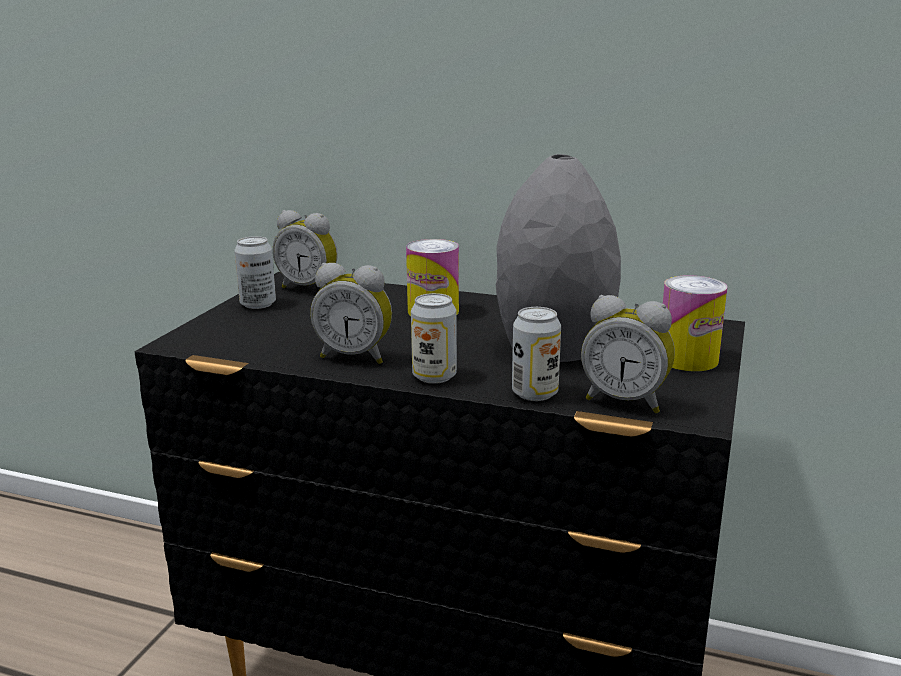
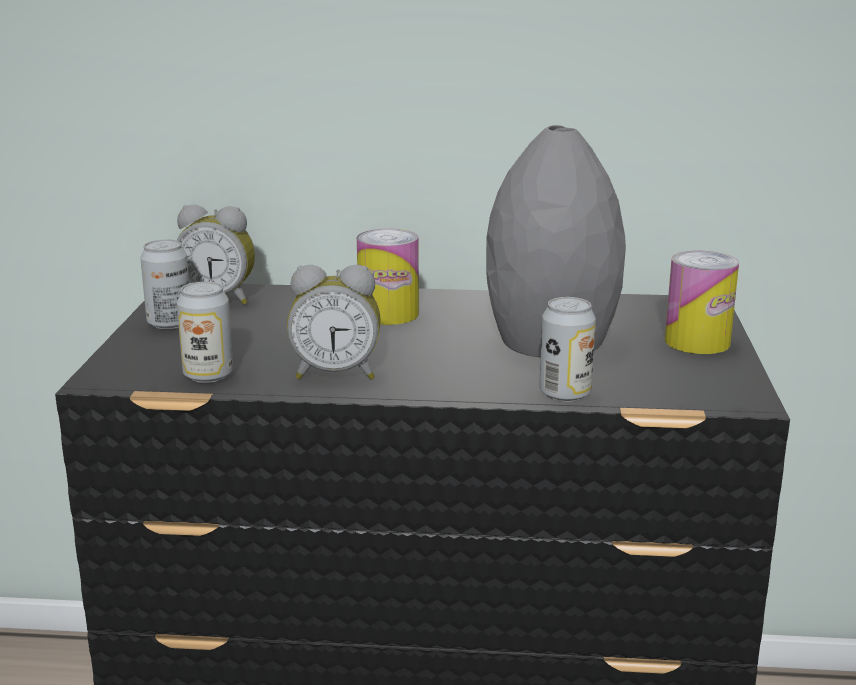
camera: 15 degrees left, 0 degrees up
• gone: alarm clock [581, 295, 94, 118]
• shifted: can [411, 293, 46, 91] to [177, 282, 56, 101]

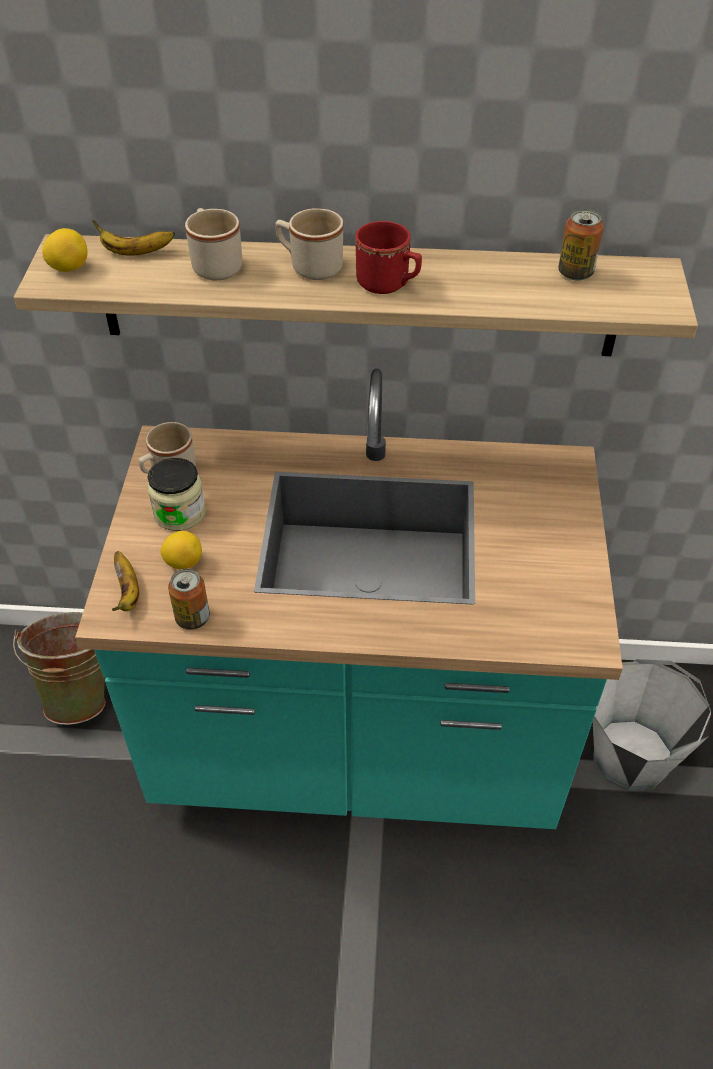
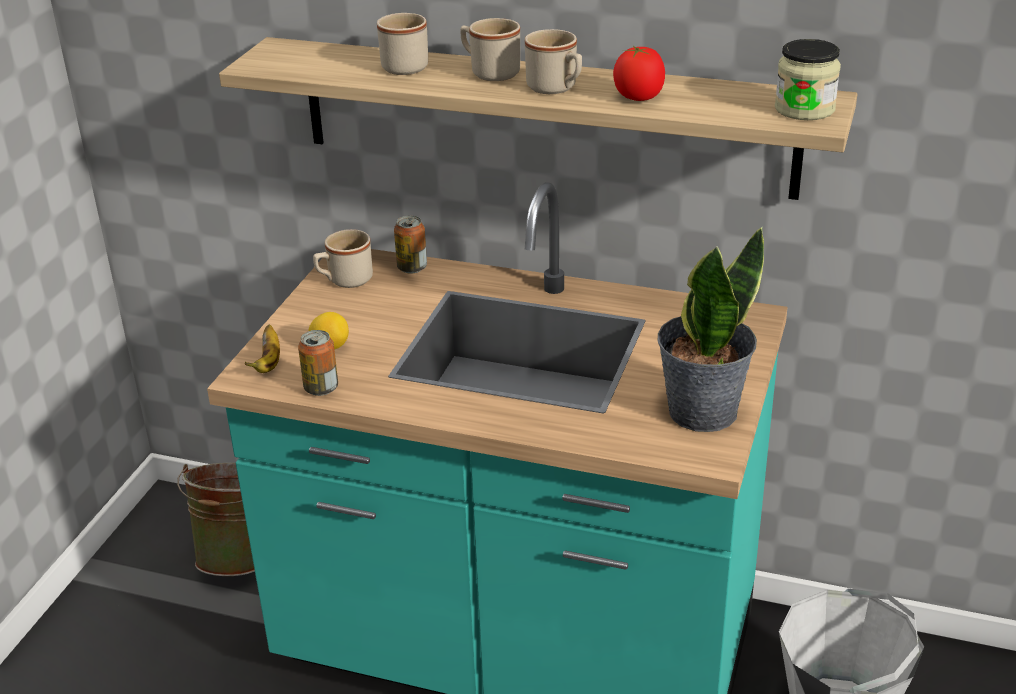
camera: 15 degrees right, 15 degrees down
• gone: lemon [42, 228, 46, 44]
• gone: banana [92, 220, 83, 36]
• new: tomato [613, 46, 52, 55]
• new: potted plant [657, 226, 107, 206]
• shifted: jar [147, 458, 59, 73] to [775, 39, 66, 81]
• shifted: can [558, 209, 45, 71] to [394, 216, 33, 57]
• repainted: red mug [355, 221, 67, 73] to beige mug [525, 29, 57, 65]

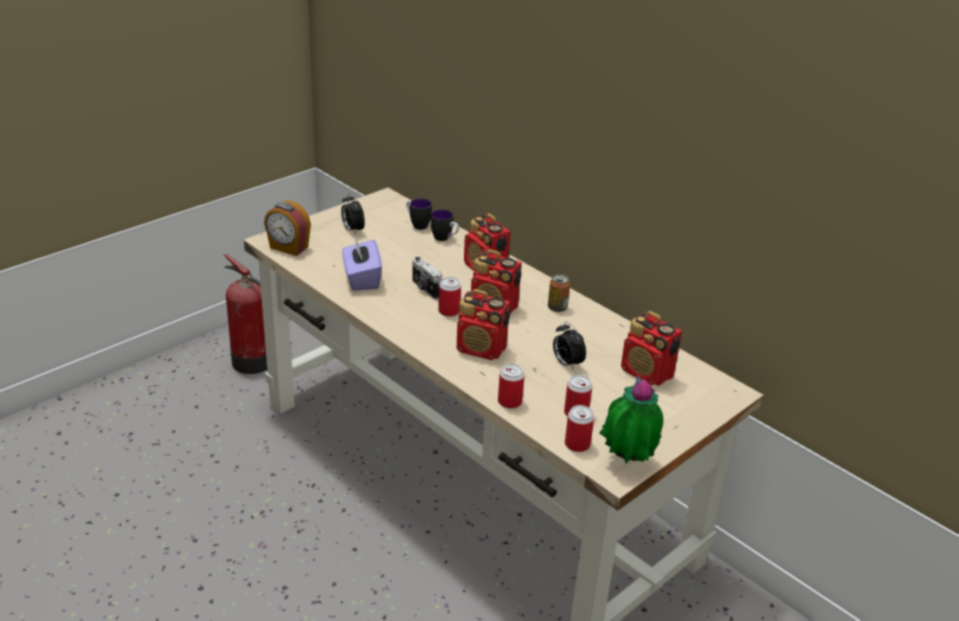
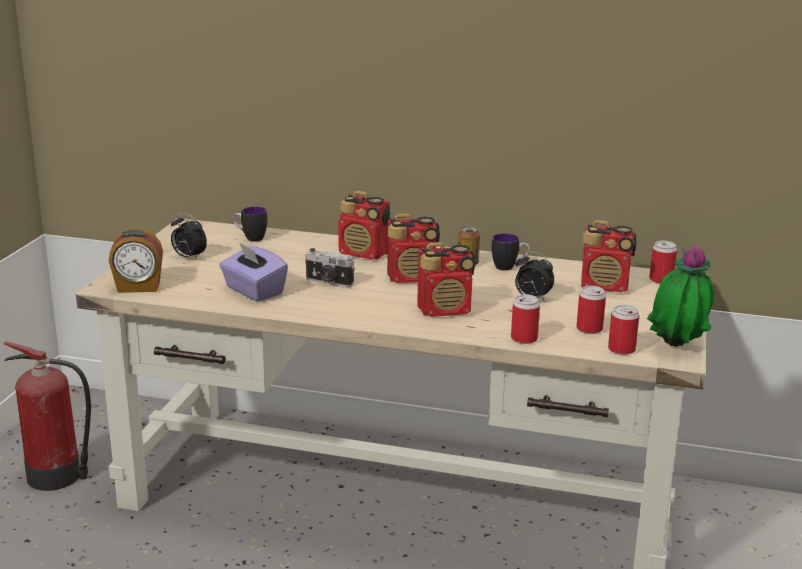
camera: 30 degrees left, 10 degrees down
• shifted: mug [431, 209, 28, 32] to [492, 233, 38, 38]
• shifted: can [438, 277, 23, 40] to [649, 241, 28, 43]

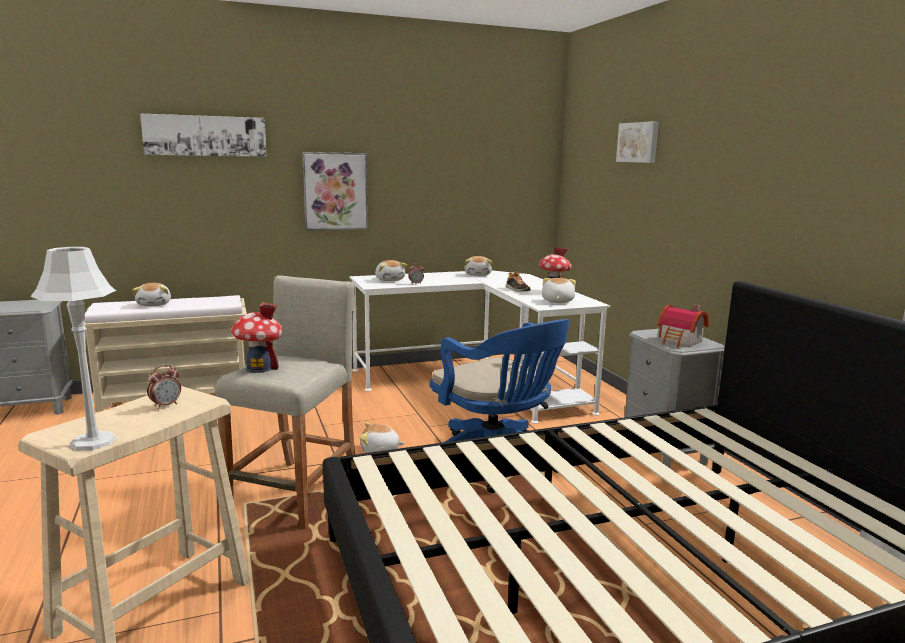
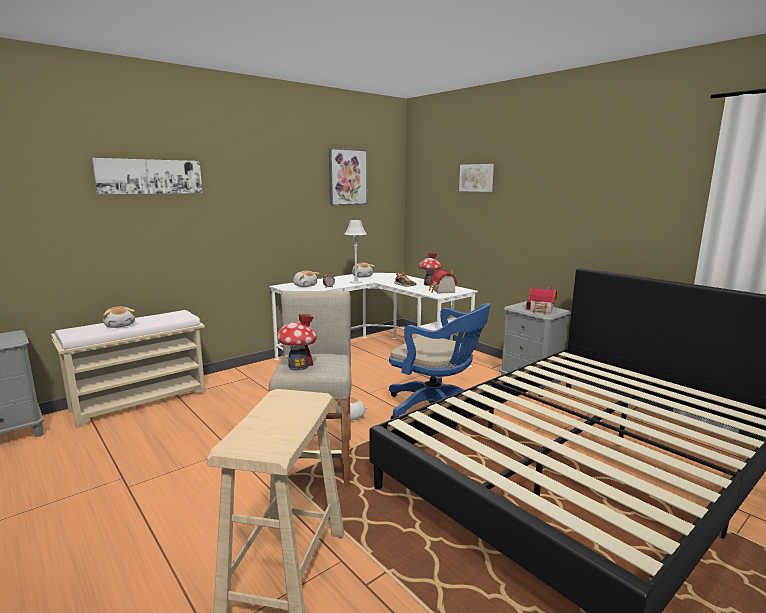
camera: 20 degrees left, 0 degrees up
• gone: alarm clock [147, 365, 34, 44]
• shifted: grey table lamp [31, 247, 85, 203] to [345, 220, 21, 64]
• shifted: picture [302, 152, 66, 79] to [329, 148, 38, 58]
• swapped: plush toy [542, 278, 34, 25] to toy house [429, 269, 29, 24]

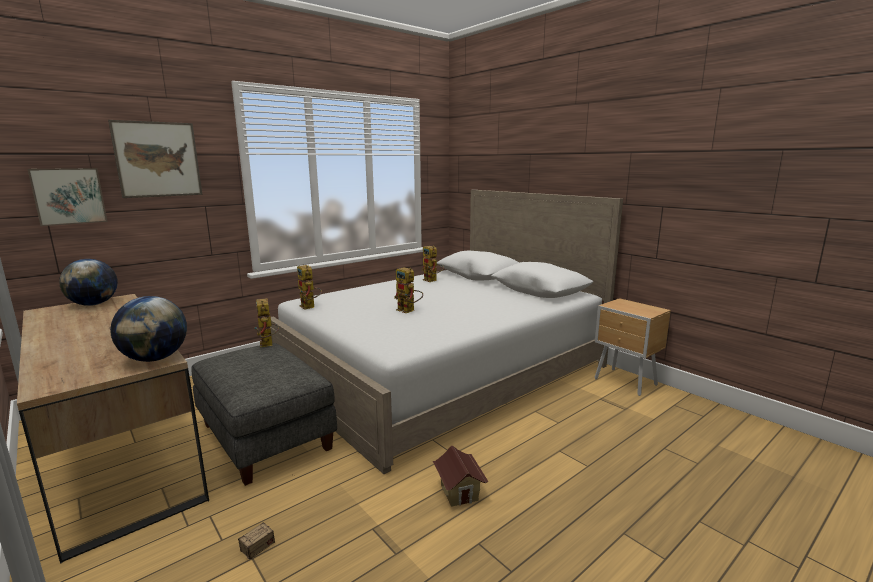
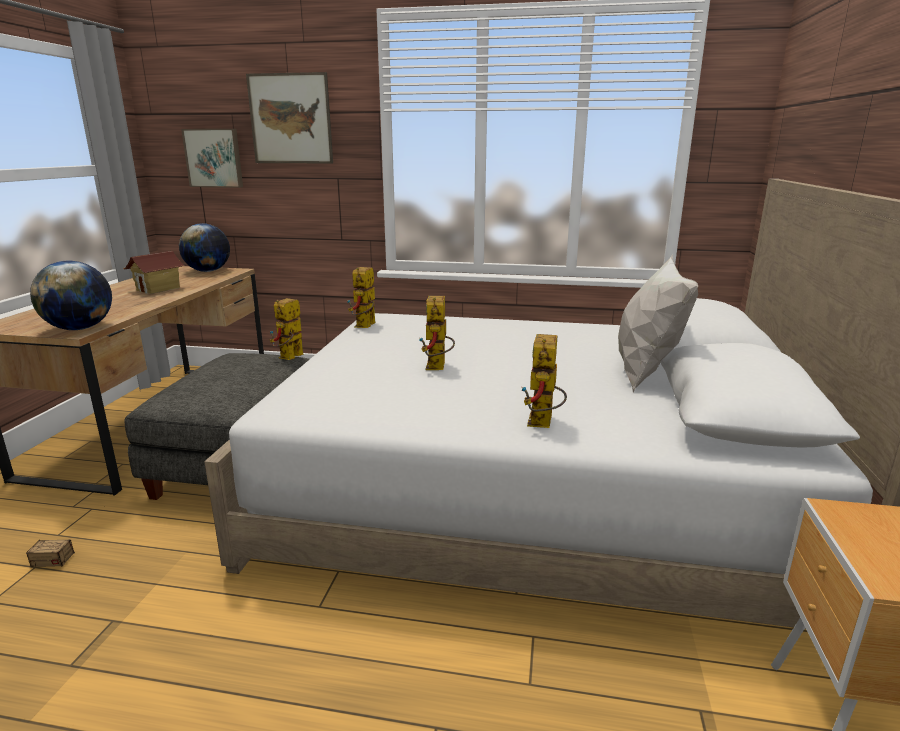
camera: 50 degrees right, 5 degrees up
• new: white pillow [618, 253, 80, 139]
• shifted: toy robot [422, 246, 22, 36] to [522, 334, 45, 94]
• shifted: toy house [433, 446, 56, 61] to [123, 251, 63, 43]

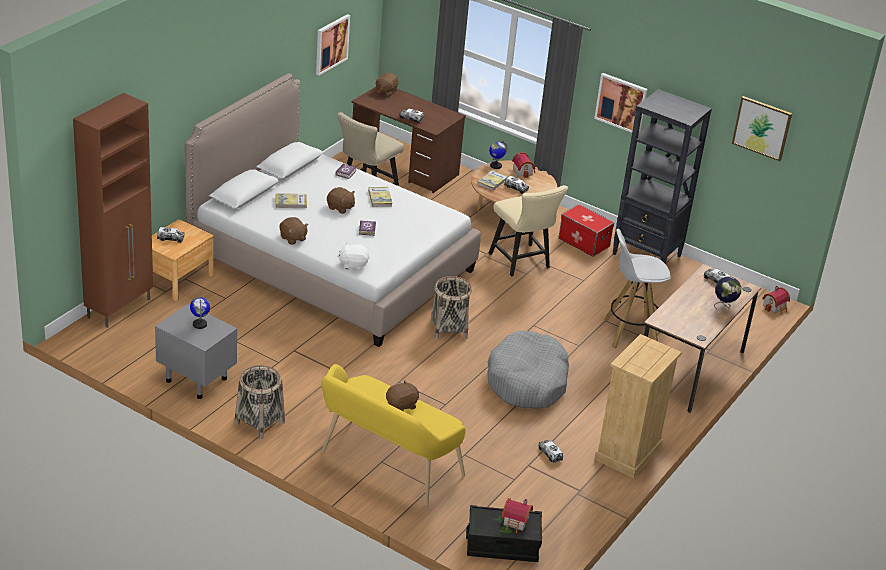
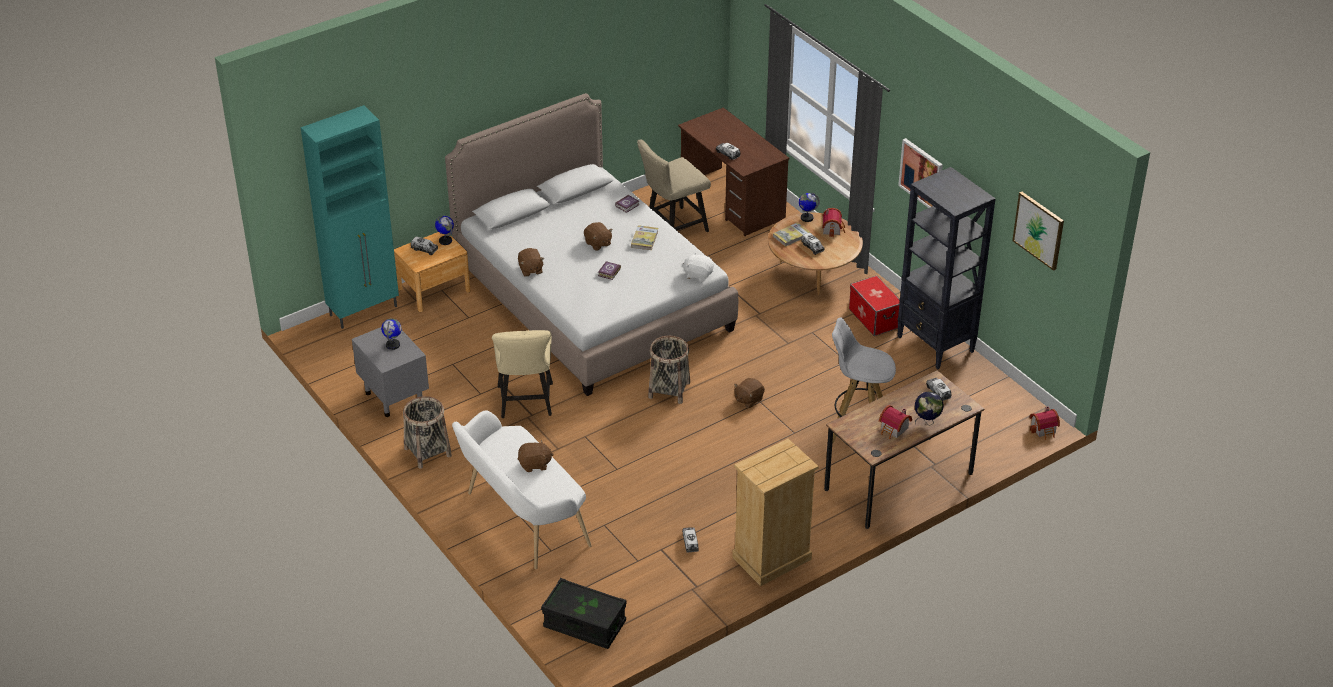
camera: 25 degrees right, 5 degrees up
• gone: book [276, 193, 31, 15]
• gone: picture [316, 14, 34, 62]
• gone: grey dog bed [487, 331, 82, 78]
• new: globe [435, 216, 19, 29]
• shifted: white plush toy [337, 243, 32, 27] to [682, 253, 32, 29]
• shifted: brown plush toy [375, 73, 24, 23] to [734, 378, 31, 30]
• shifted: beige chair [488, 185, 80, 91] to [492, 330, 61, 88]
• shifted: toy house [501, 498, 32, 35] to [879, 405, 33, 34]
• repainted: brown cabinet [73, 93, 80, 235] to turquoise cabinet [301, 105, 98, 224]
• repainted: yellow bench [321, 364, 145, 142] to white bench [452, 410, 140, 159]

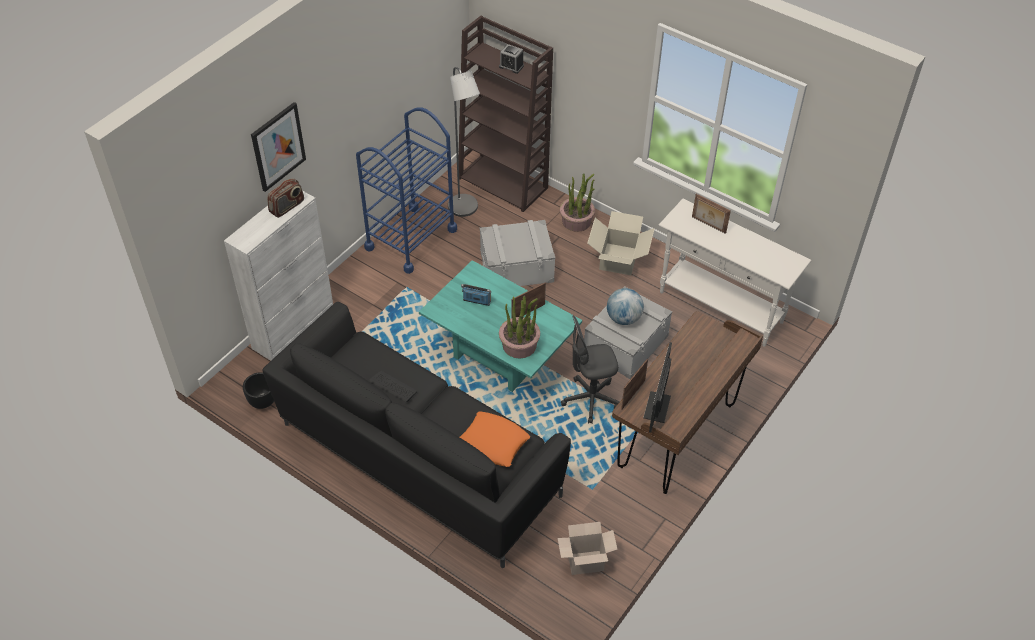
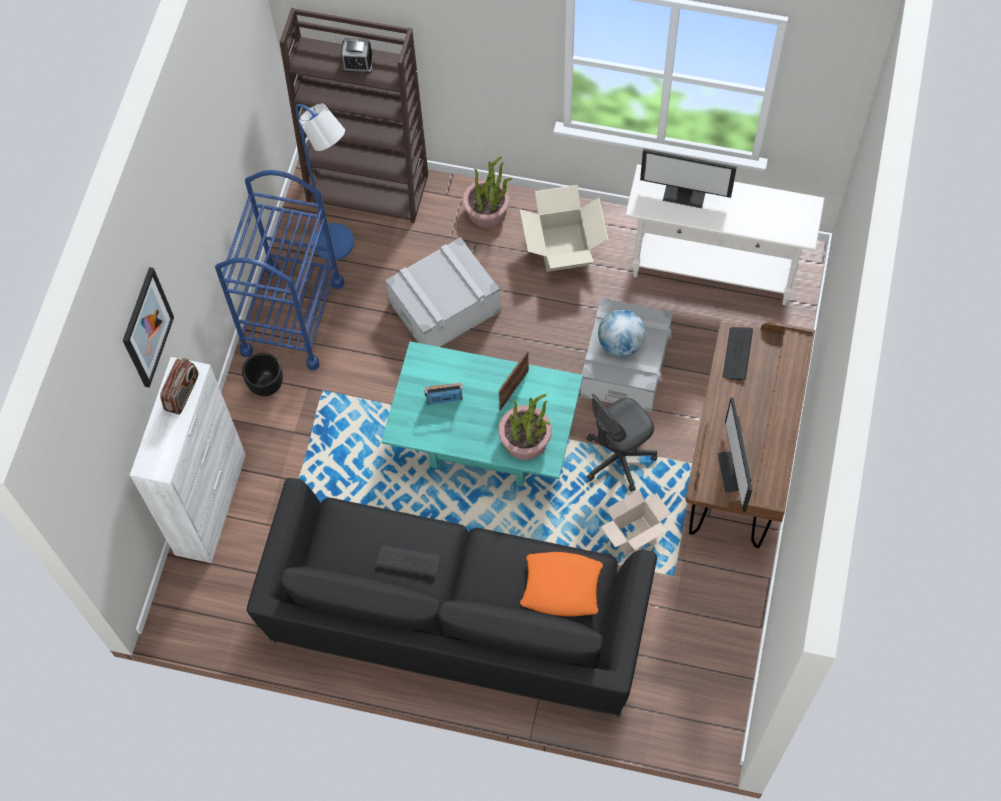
camera: 20 degrees left, 15 degrees up
• new: keyboard [722, 327, 31, 54]
• shifted: black planter [243, 372, 31, 37] to [242, 353, 41, 43]
• shifted: cardboard box [557, 522, 61, 53] to [601, 490, 70, 65]
• swapped: picture frame [692, 194, 39, 40] to monitor [640, 149, 97, 59]
• repainted: grey floor lamp [448, 67, 32, 150] to blue floor lamp [295, 104, 59, 156]

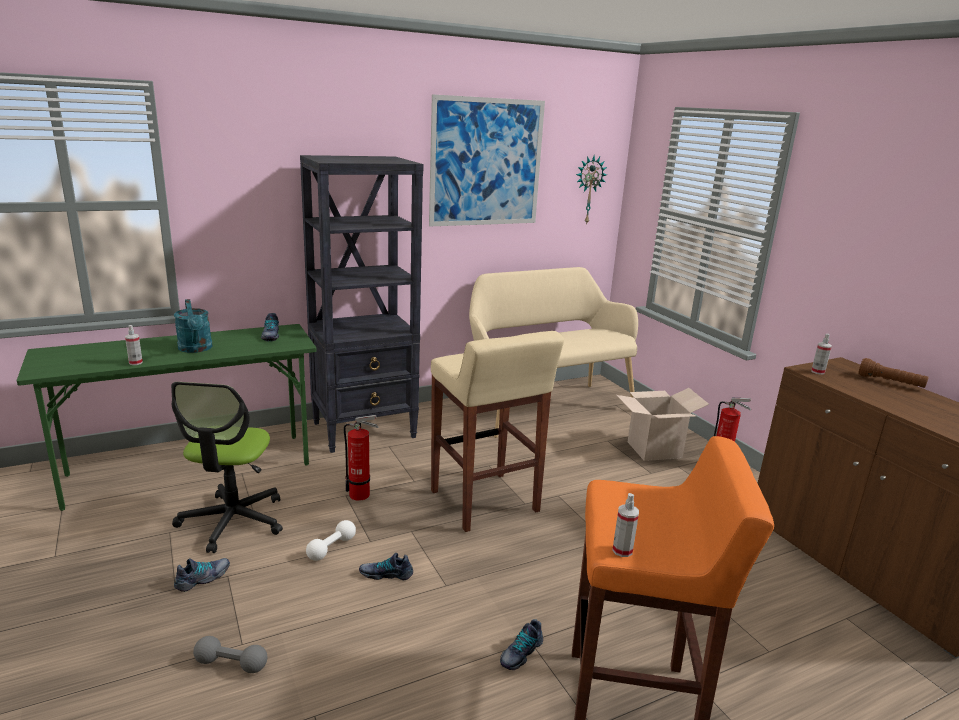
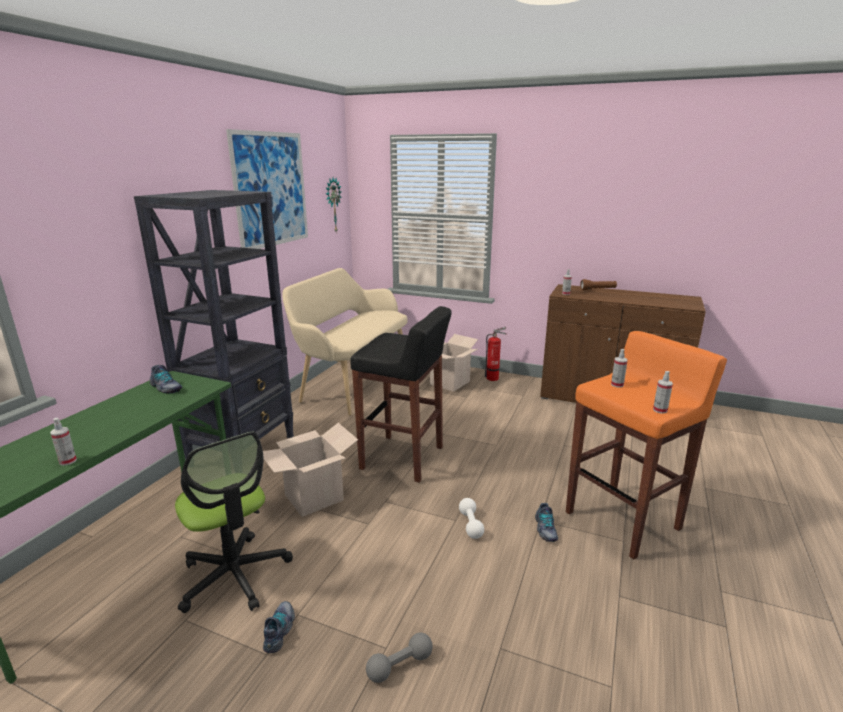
camera: 40 degrees left, 0 degrees up
• gone: turquoise watering can [174, 299, 39, 54]
• gone: shoe [359, 553, 54, 27]
• new: spray bottle [611, 349, 17, 39]
• shifted: white dumbbell [306, 520, 50, 41] to [459, 498, 25, 41]
• swapped: fire extinguisher [344, 415, 35, 86] to cardboard box [263, 423, 95, 94]
• repainted: beige stool [431, 331, 133, 201] to black stool [350, 306, 102, 177]

